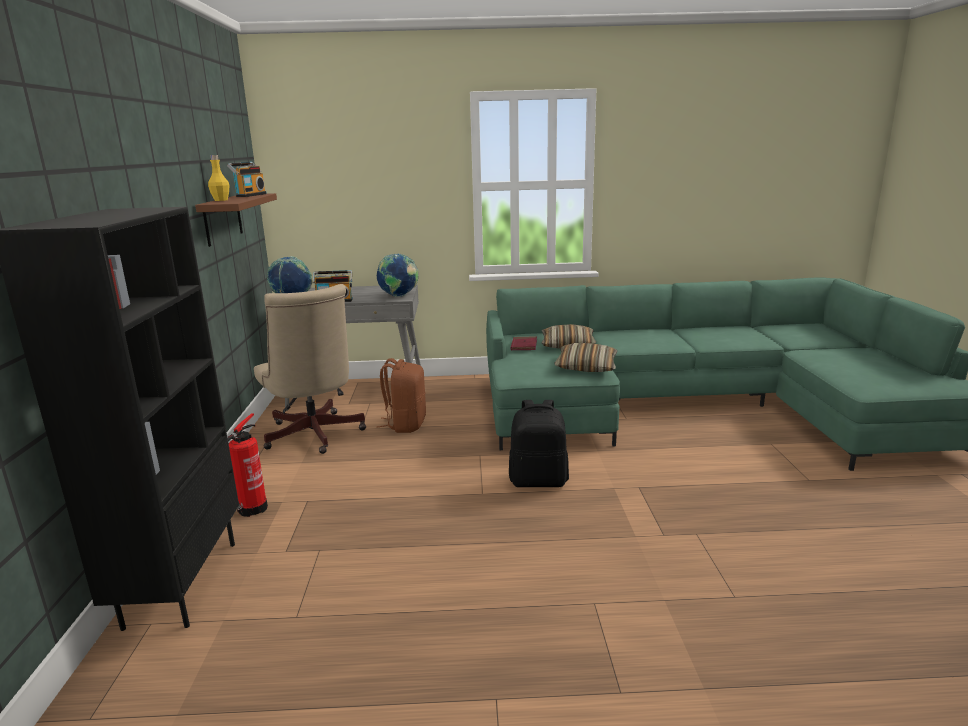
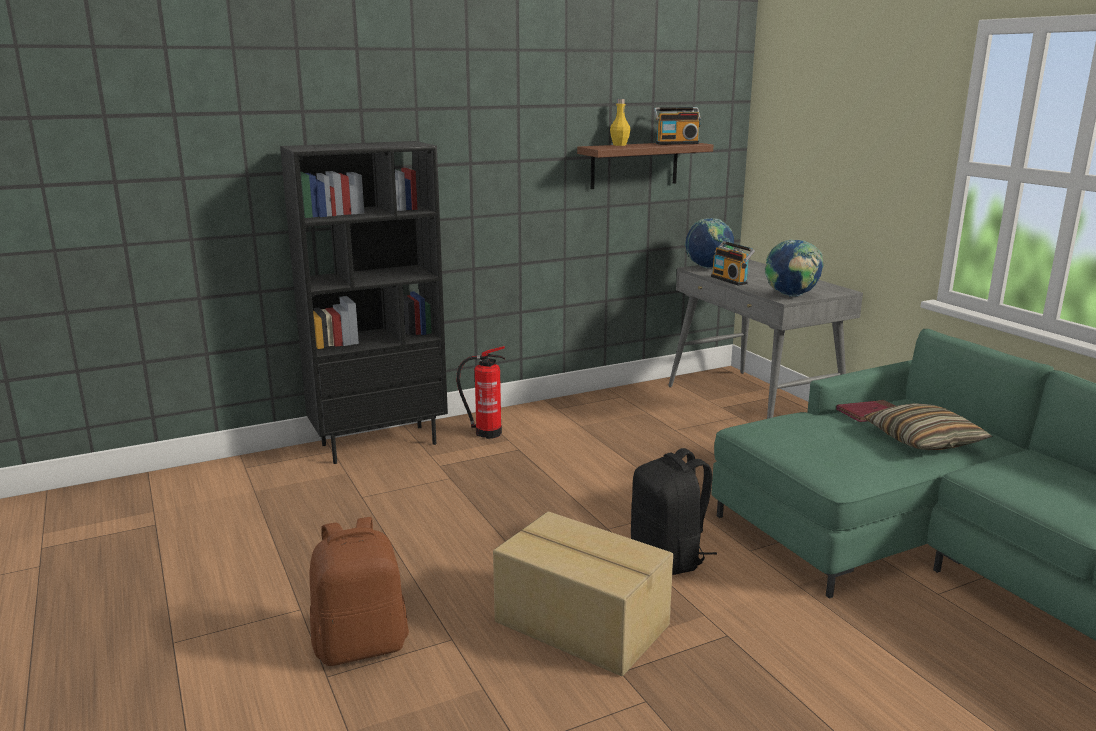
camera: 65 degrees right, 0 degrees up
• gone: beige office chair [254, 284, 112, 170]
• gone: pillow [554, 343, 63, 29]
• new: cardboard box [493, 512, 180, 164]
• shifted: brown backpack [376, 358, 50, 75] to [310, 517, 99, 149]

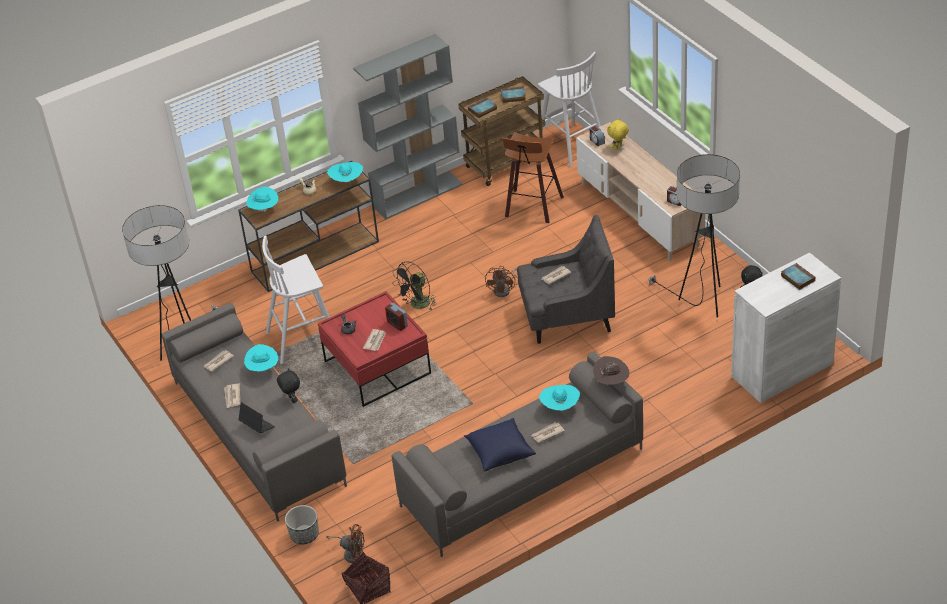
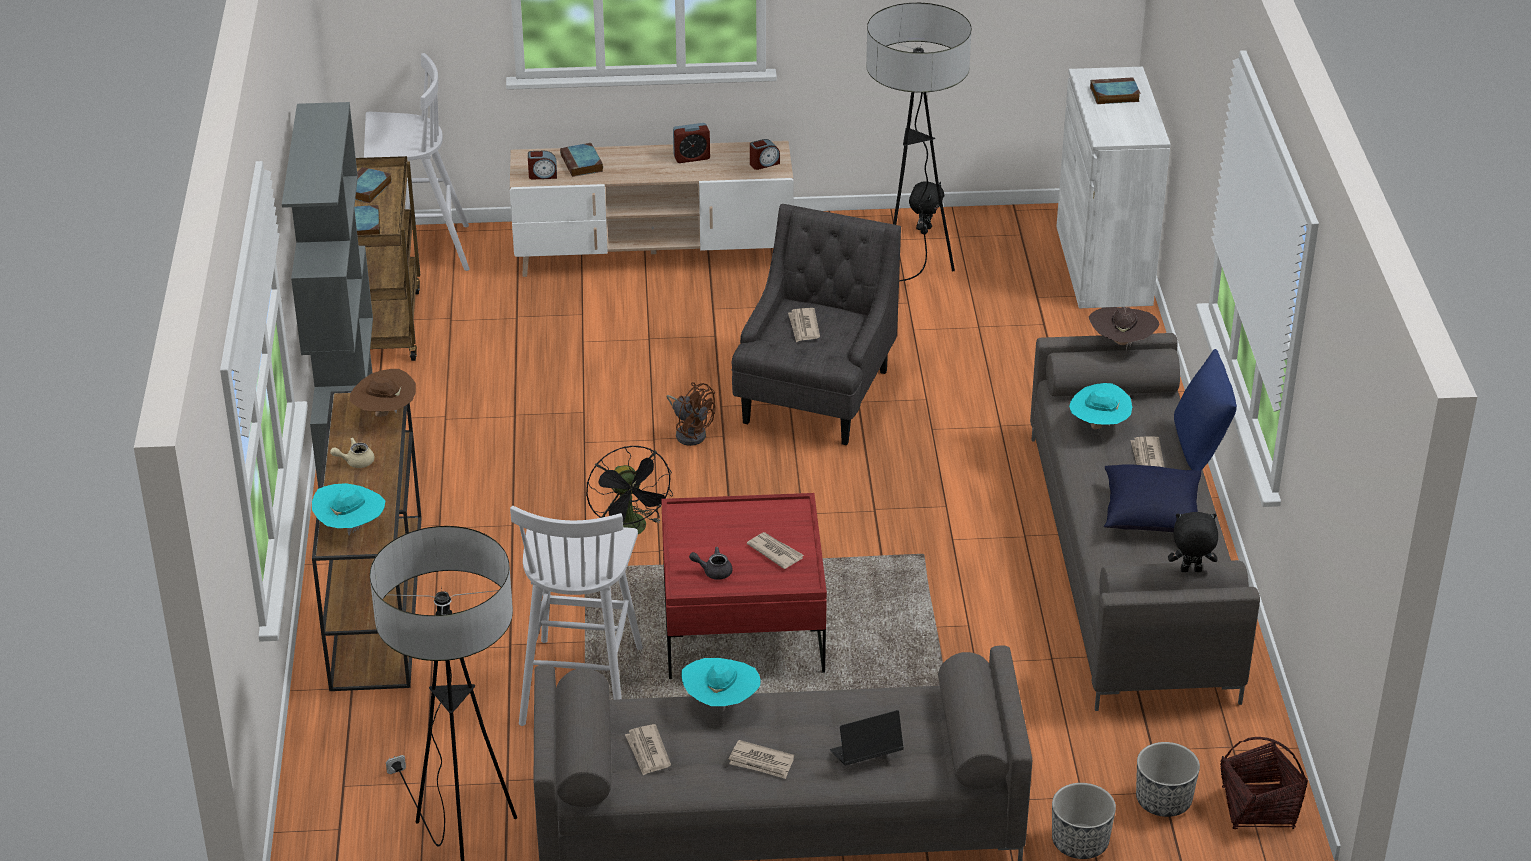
camera: 65 degrees left, 5 degrees down
• gone: stool [503, 132, 61, 91]
• new: blue pillow [1174, 349, 63, 122]
• shifted: black plush toy [277, 368, 23, 35] to [1168, 512, 50, 60]
• shifted: alarm clock [385, 303, 23, 28] to [673, 123, 37, 40]
• swapped: brown fan [326, 524, 39, 39] to planter [1136, 742, 64, 75]
• swapped: yellow plush toy [607, 118, 22, 32] to book [560, 143, 43, 34]
• repainted: turquoise hat [327, 162, 36, 20] to brown hat [350, 369, 66, 48]

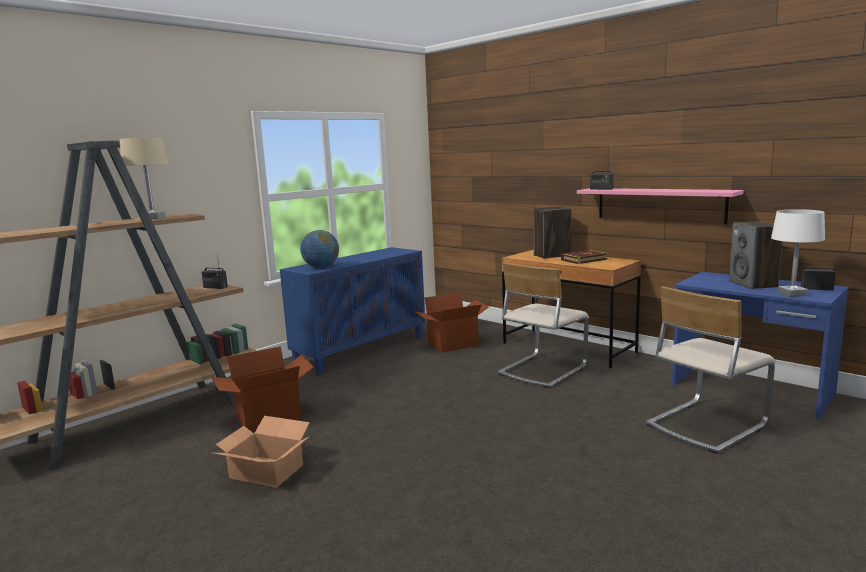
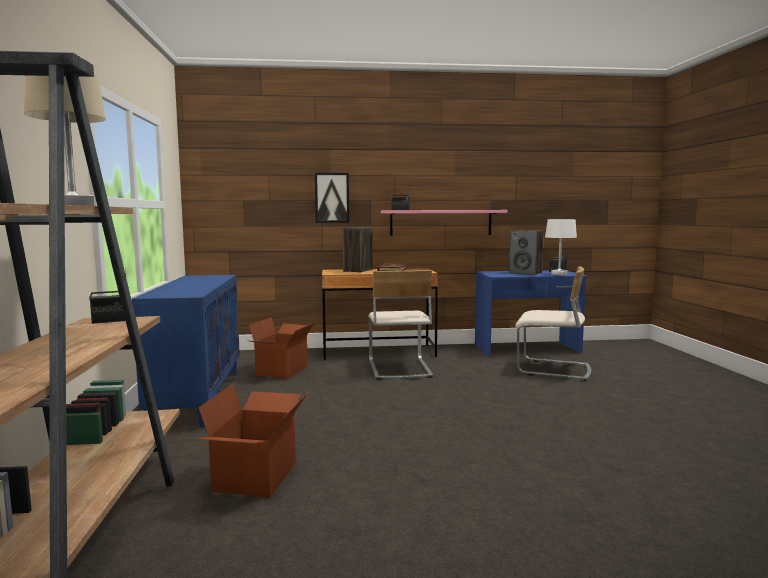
camera: 50 degrees left, 5 degrees down
• gone: cardboard box [214, 416, 96, 72]
• gone: globe [300, 230, 39, 38]
• new: picture [315, 173, 34, 50]
• rotated: beige chair [646, 286, 130, 168] = [515, 266, 76, 115] 75 degrees counterclockwise

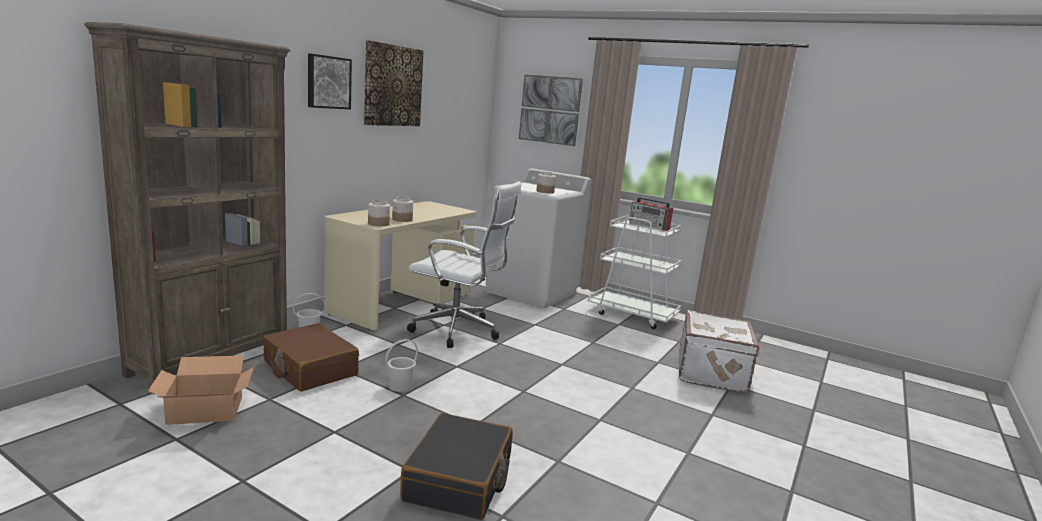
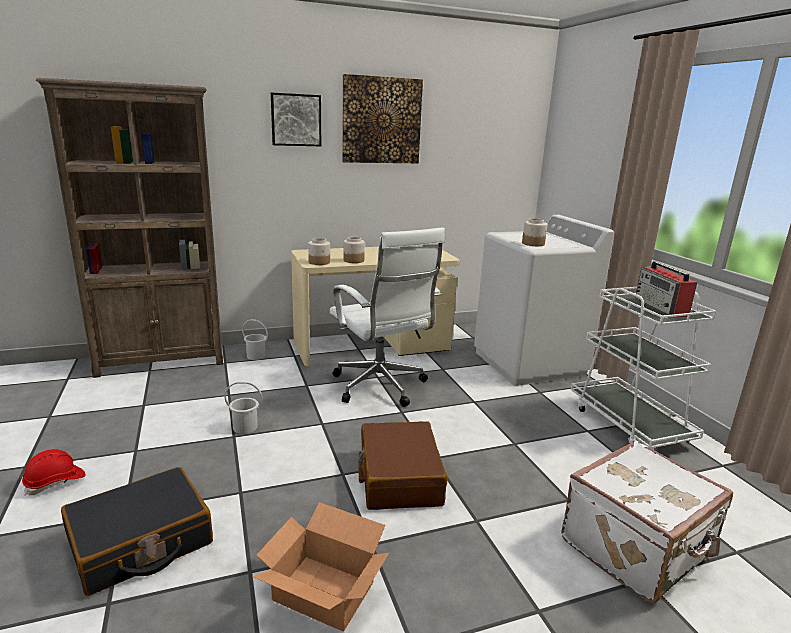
camera: 40 degrees right, 5 degrees up
• gone: picture [519, 74, 64, 72]
• new: red hard hat [22, 449, 64, 47]
• shifted: cardboard box [148, 355, 106, 70] to [253, 502, 136, 129]
• shifted: brown suitcase [263, 323, 96, 68] to [358, 421, 89, 89]

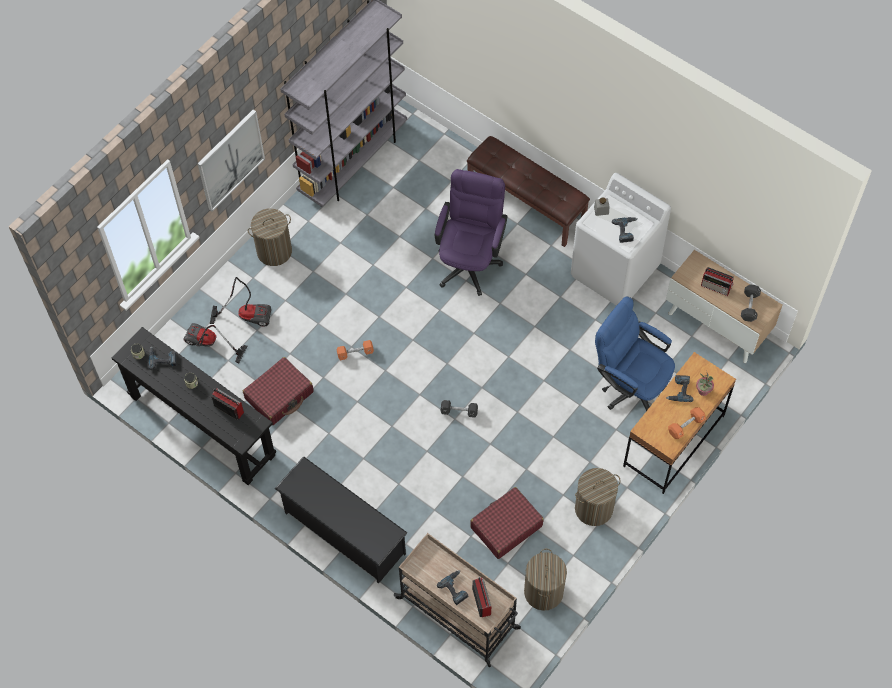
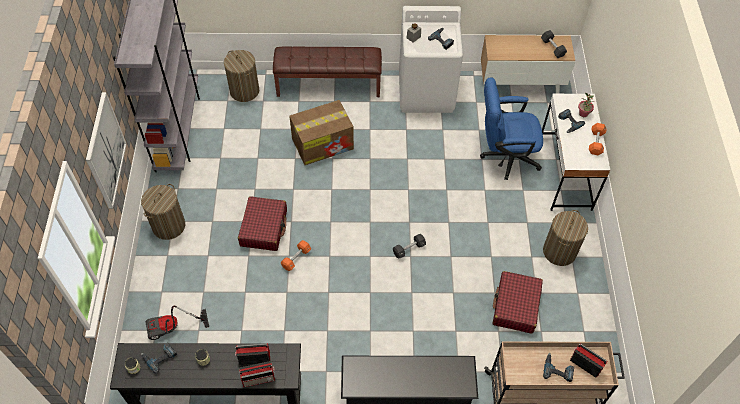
camera: 40 degrees left, 5 degrees down
• gone: vacuum cleaner [210, 277, 61, 50]
• shifted: red suitcase [243, 357, 71, 68] to [238, 196, 49, 55]
• shifted: laundry basket [524, 548, 43, 63] to [224, 50, 35, 52]
• shifted: radio [701, 267, 33, 29] to [240, 361, 35, 26]
• swapped: purple office chair [435, 169, 73, 127] to cardboard box [289, 100, 65, 65]
• repainted: brown desk [623, 352, 113, 142] to white desk [542, 94, 68, 117]

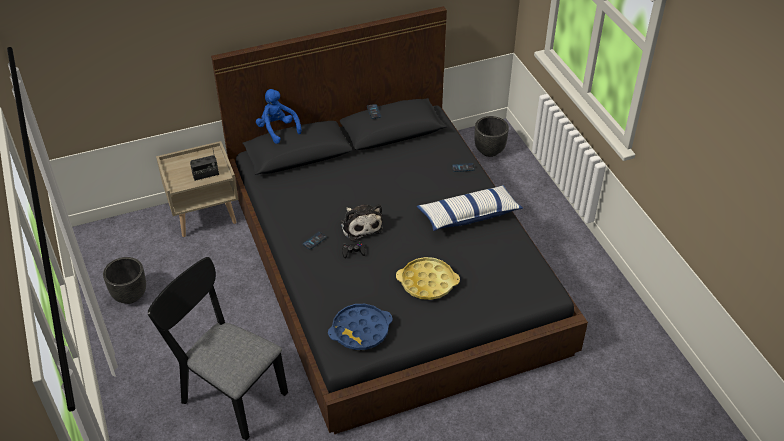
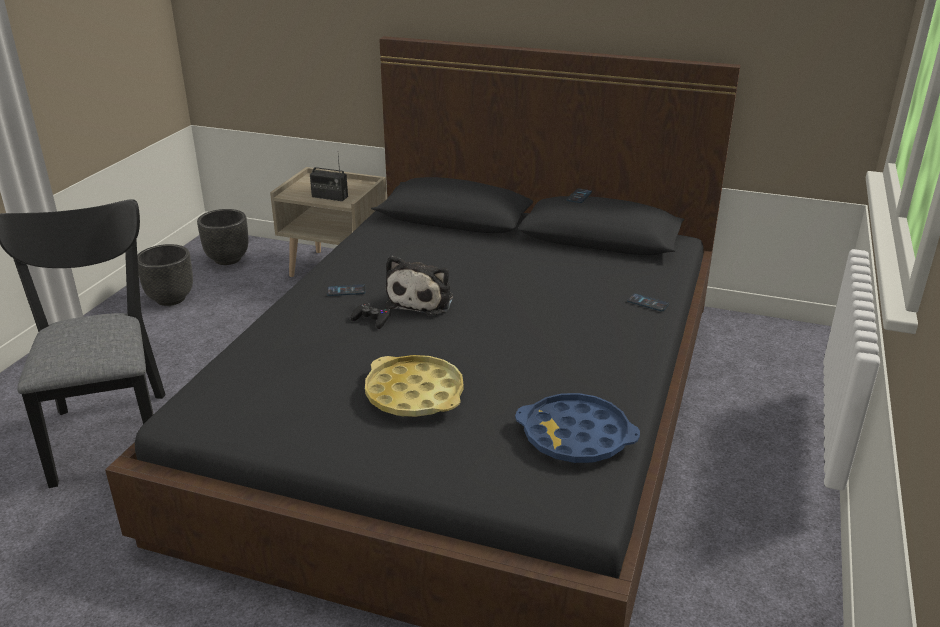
camera: 40 degrees right, 15 degrees down
• gone: blue plush toy [256, 89, 46, 55]
• gone: pillow [417, 185, 106, 46]
• shifted: blue tray [328, 304, 65, 46] to [515, 393, 125, 70]
• shifted: black planter [475, 116, 34, 41] to [197, 209, 52, 56]

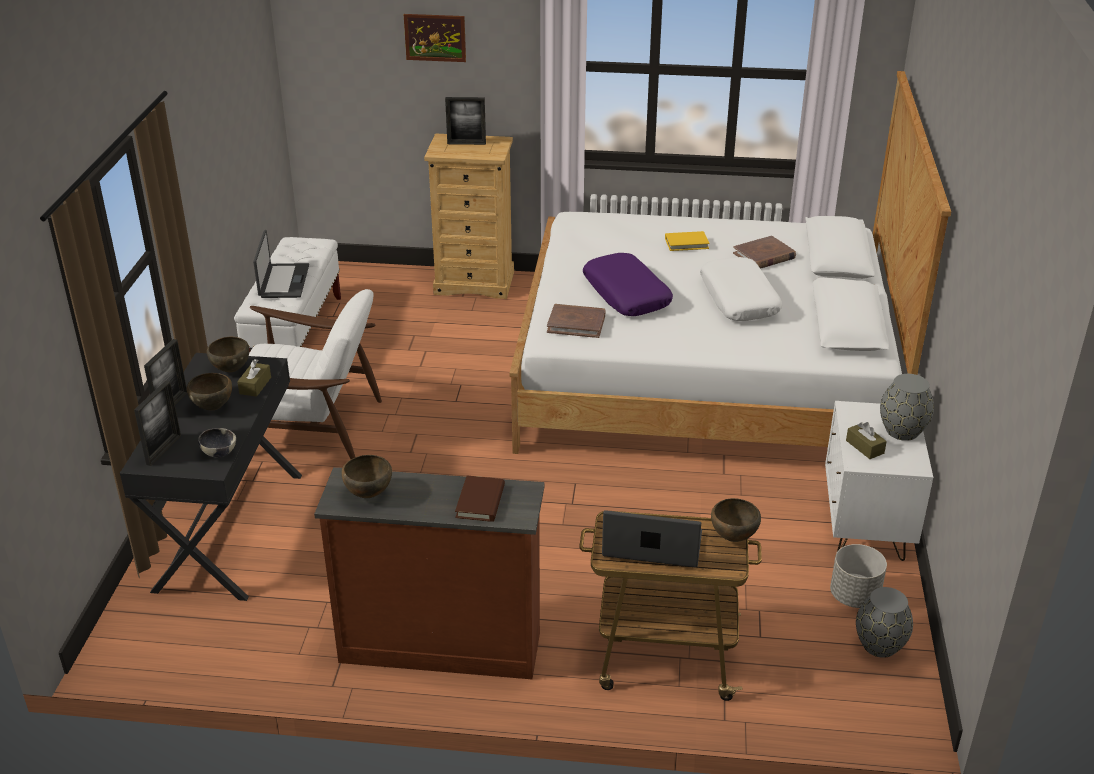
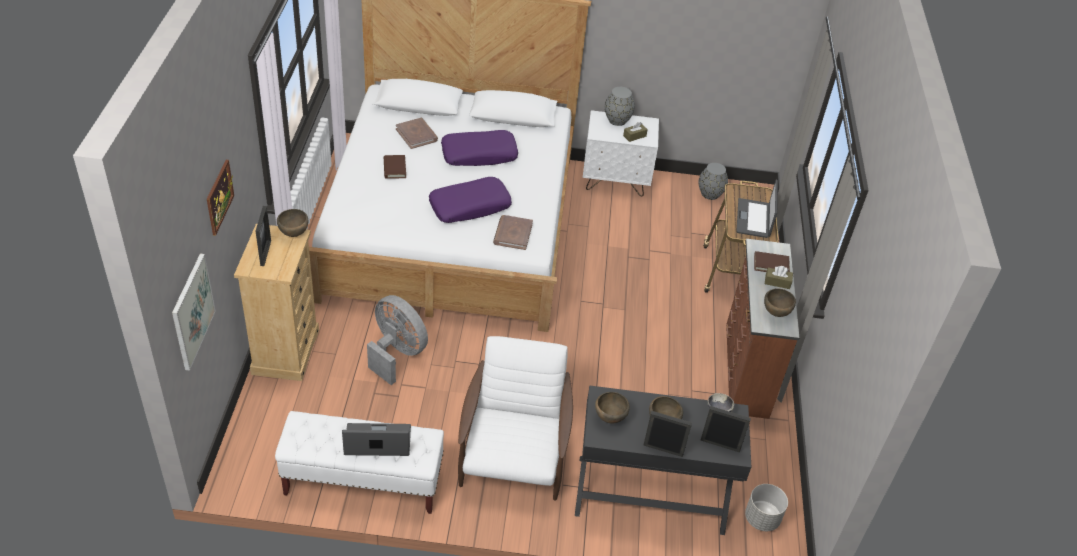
camera: 95 degrees left, 10 degrees up
• new: picture [172, 254, 44, 117]
• new: grey fan [367, 295, 61, 90]
• shifted: brown tissue box [237, 359, 34, 38] to [765, 266, 28, 23]
• shifted: brown bowl [711, 498, 50, 44] to [277, 209, 31, 28]
• shifted: grey planter [830, 544, 57, 64] to [745, 484, 43, 47]
• repainted: yellow book [665, 231, 45, 20] to brown book [384, 155, 22, 24]
• repainted: white pillow [700, 257, 82, 64] to purple pillow [441, 130, 77, 36]

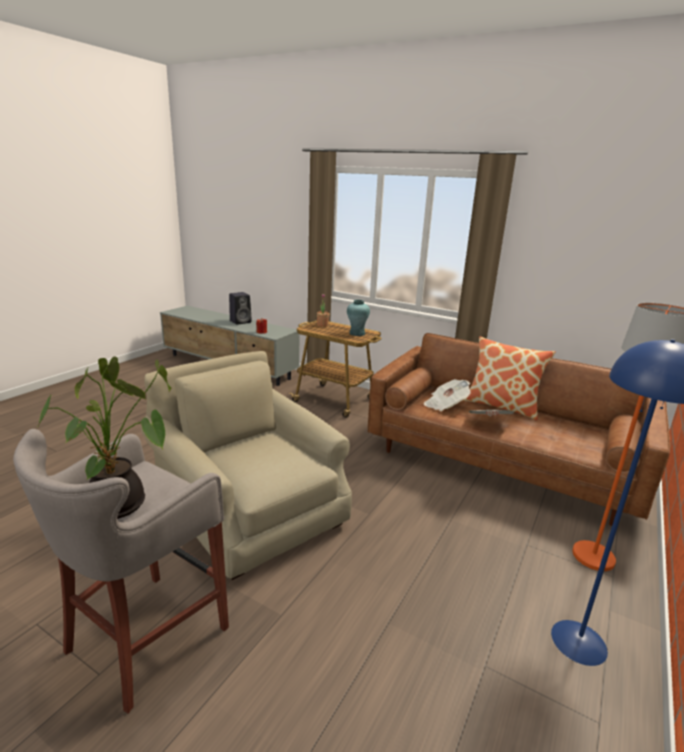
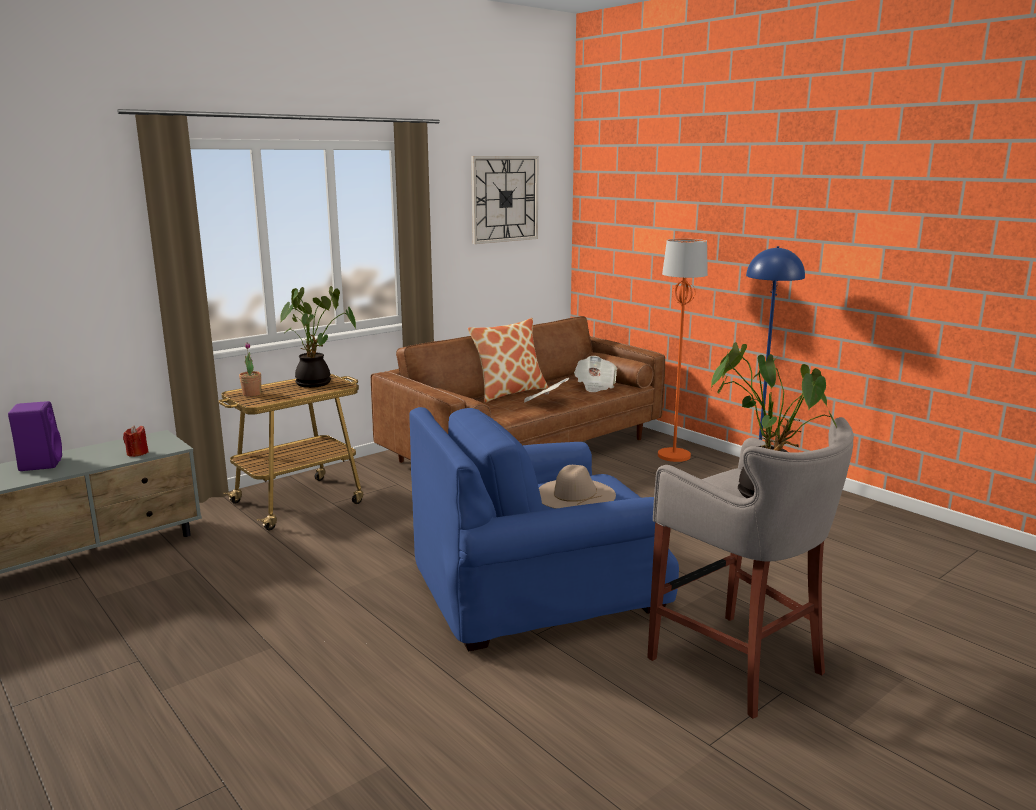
camera: 70 degrees left, 5 degrees down
• new: wall clock [471, 156, 67, 88]
• new: beige hat [539, 465, 77, 44]
• shifted: newspaper [424, 379, 47, 32] to [574, 356, 43, 36]
• swapped: turquoise vase [347, 300, 23, 36] to potted plant [280, 286, 76, 102]
• repainted: beige armchair [141, 351, 211, 229] to blue armchair [410, 407, 269, 244]
• repainted: black speaker [229, 292, 23, 33] to purple speaker [8, 401, 54, 70]

